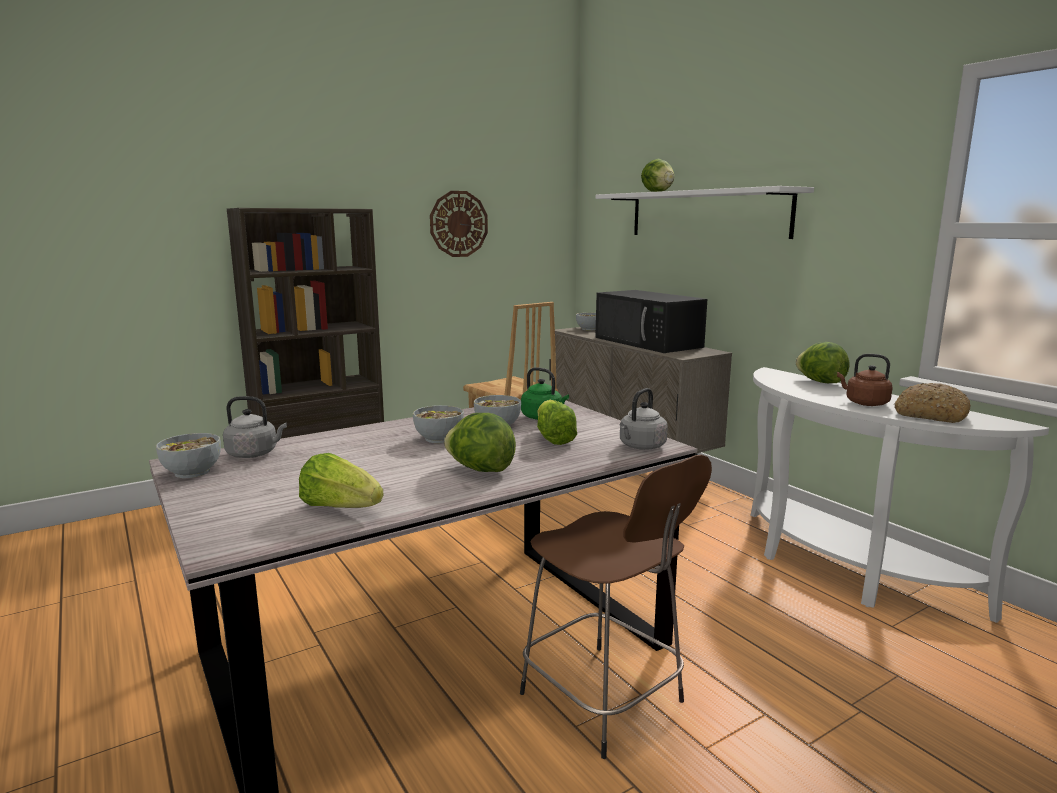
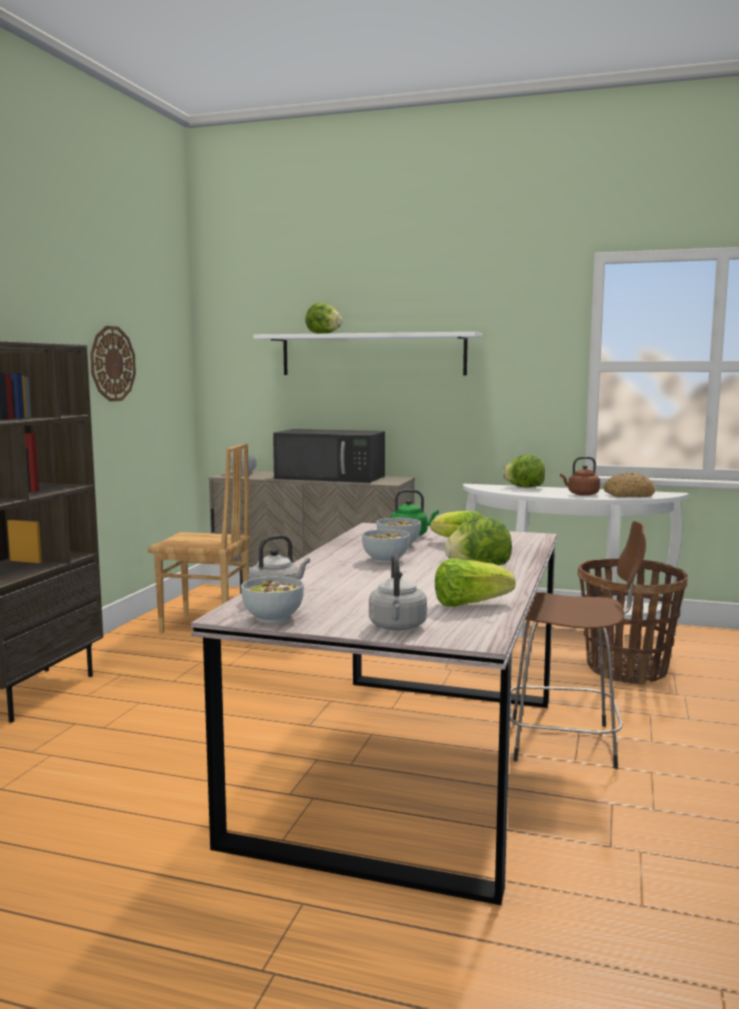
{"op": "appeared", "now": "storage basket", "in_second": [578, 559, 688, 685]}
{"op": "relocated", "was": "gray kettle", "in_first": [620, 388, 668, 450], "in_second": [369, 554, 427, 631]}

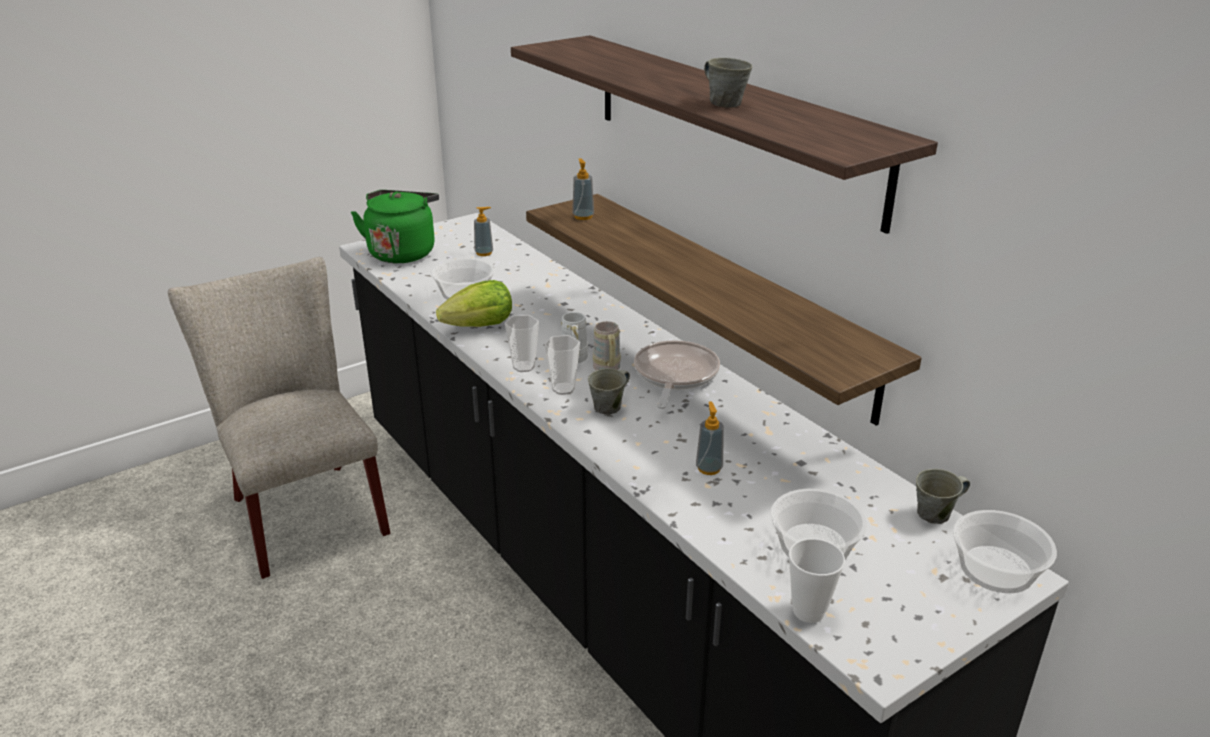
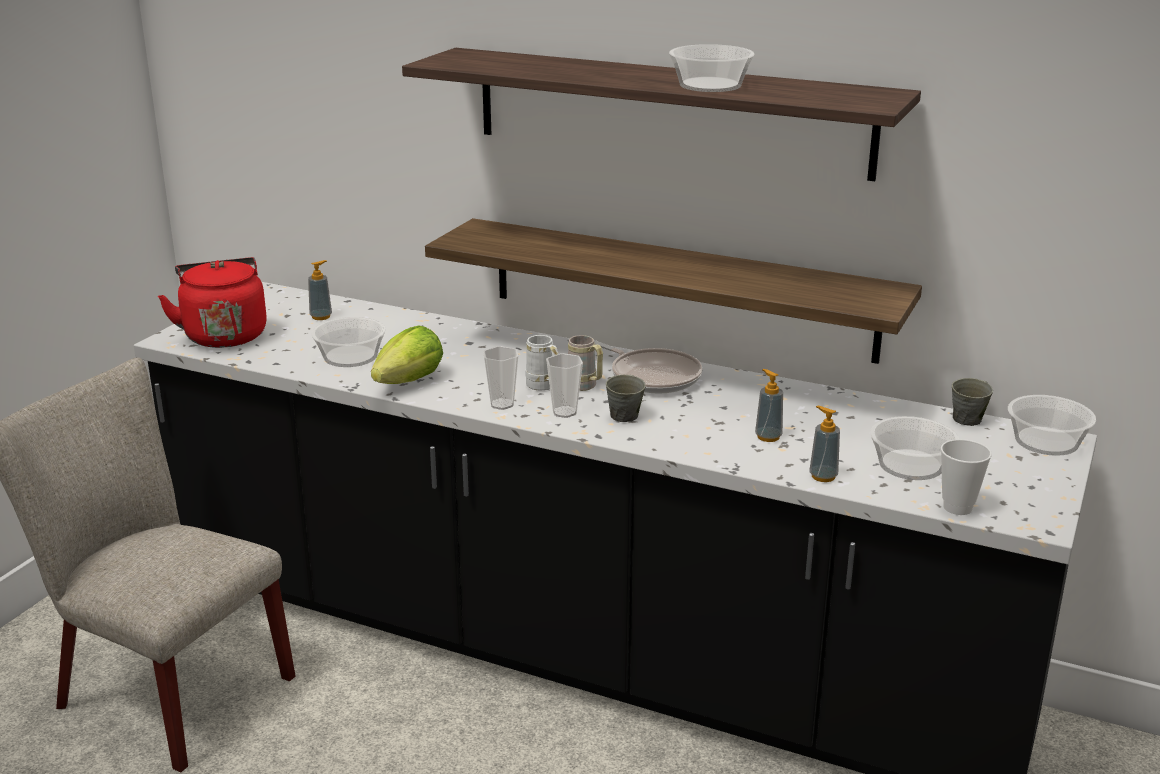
{"op": "relocated", "was": "liquid soap bottle", "in_first": [572, 158, 594, 220], "in_second": [810, 406, 840, 482]}
{"op": "exchanged", "was": "gray tea mug", "now": "deep dish", "in_first": [704, 58, 753, 108], "in_second": [669, 44, 755, 92]}
{"op": "colour", "was": "green kettle", "now": "red kettle", "in_first": [351, 190, 439, 263], "in_second": [158, 257, 267, 348]}
{"op": "spun", "was": "frying pan", "in_first": [634, 340, 720, 409], "in_second": [594, 340, 702, 394], "clockwise": 150}

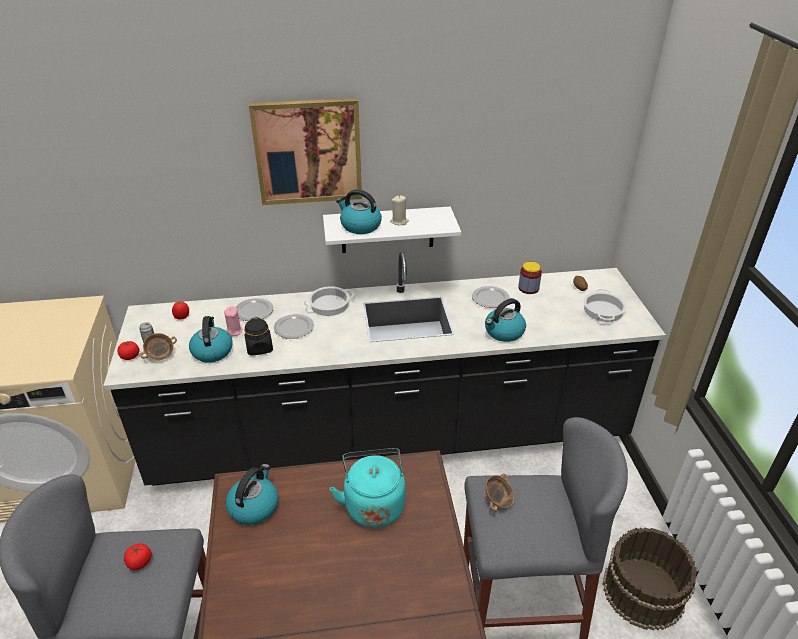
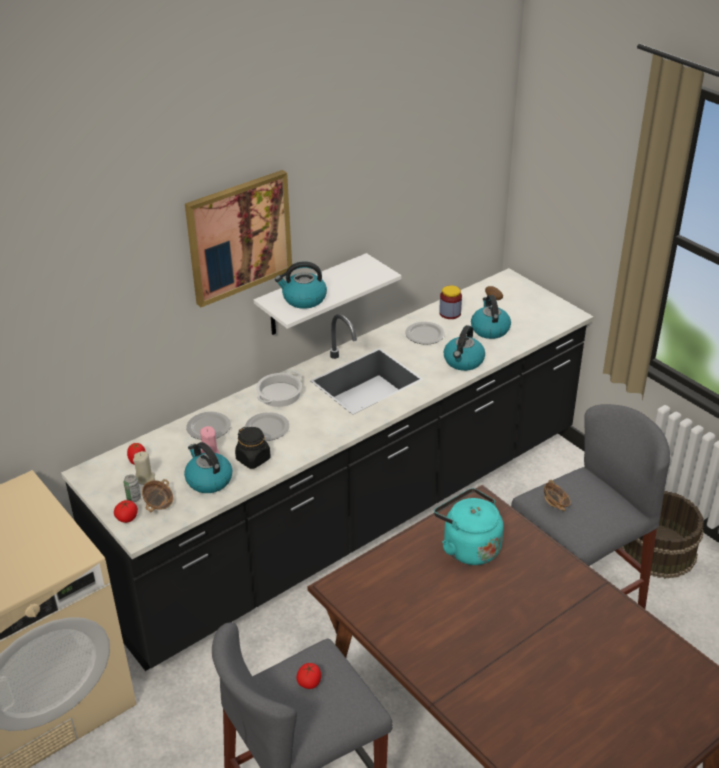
{"op": "missing", "was": "cooking pot", "in_first": [584, 289, 626, 322]}
{"op": "relocated", "was": "kettle", "in_first": [226, 464, 278, 525], "in_second": [471, 295, 511, 339]}
{"op": "relocated", "was": "sand-coloured wax light", "in_first": [390, 196, 409, 225], "in_second": [133, 451, 155, 485]}

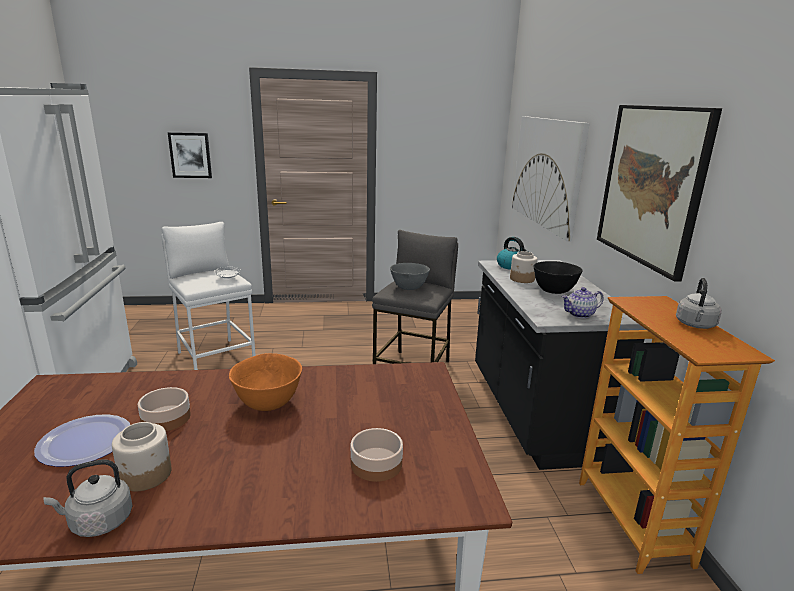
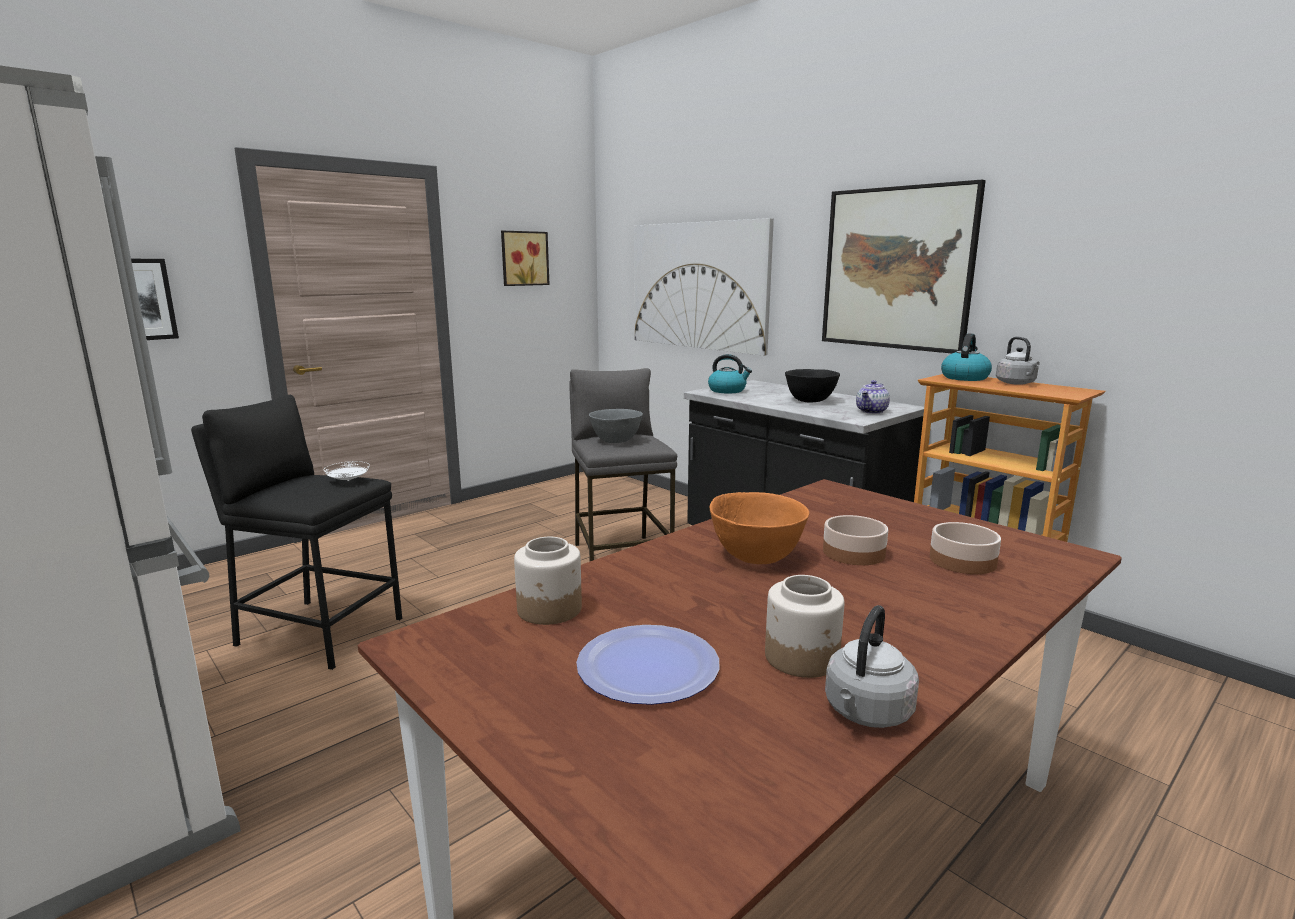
{"op": "appeared", "now": "wall picture", "in_second": [501, 231, 550, 286]}
{"op": "appeared", "now": "kettle", "in_second": [941, 333, 992, 381]}
{"op": "relocated", "was": "deep dish", "in_first": [138, 387, 191, 431], "in_second": [823, 515, 888, 565]}
{"op": "relocated", "was": "storage jar", "in_first": [510, 251, 538, 283], "in_second": [514, 537, 582, 625]}
{"op": "colour", "was": "white stool seat", "now": "blackish stool seat", "in_first": [161, 222, 256, 370], "in_second": [191, 395, 402, 670]}

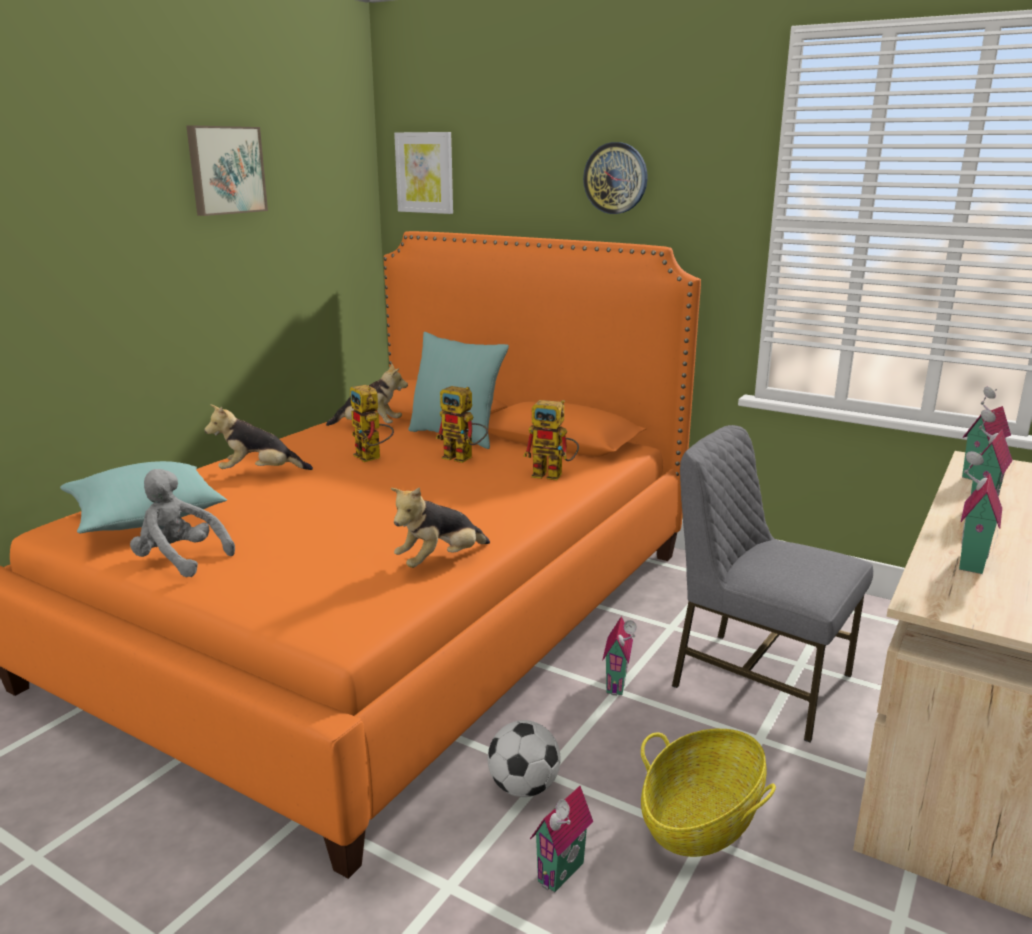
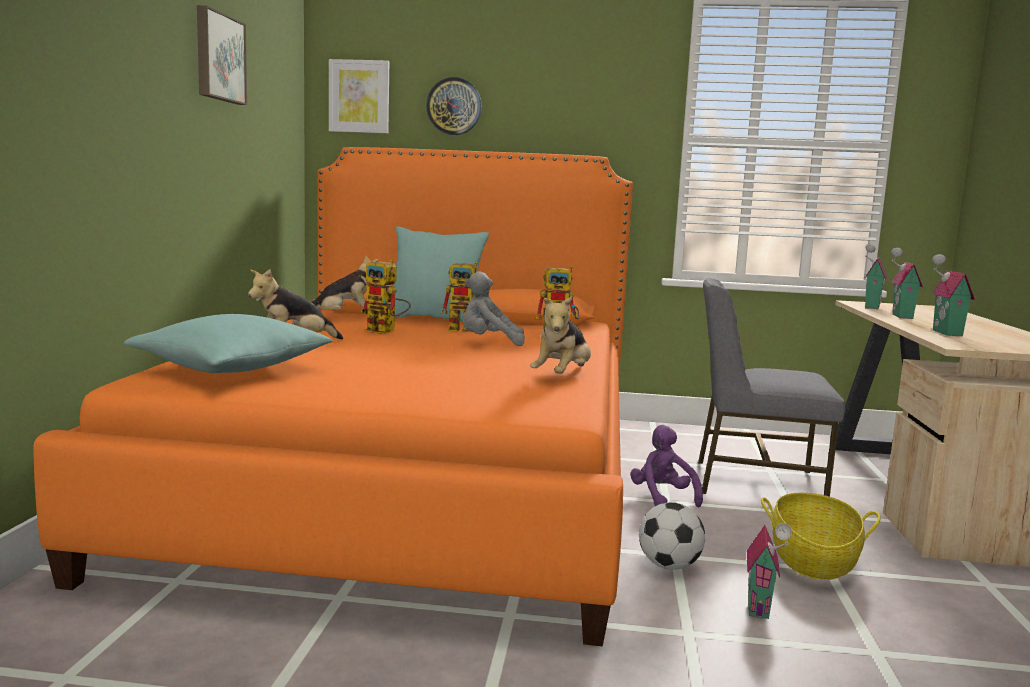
{"op": "relocated", "was": "gray cuddly toy", "in_first": [130, 469, 235, 577], "in_second": [463, 272, 525, 346]}
{"op": "relocated", "was": "wall clock", "in_first": [583, 142, 648, 214], "in_second": [426, 77, 482, 135]}
{"op": "exchanged", "was": "miniature house", "now": "purplish cuddly toy", "in_first": [602, 616, 637, 696], "in_second": [630, 425, 703, 507]}

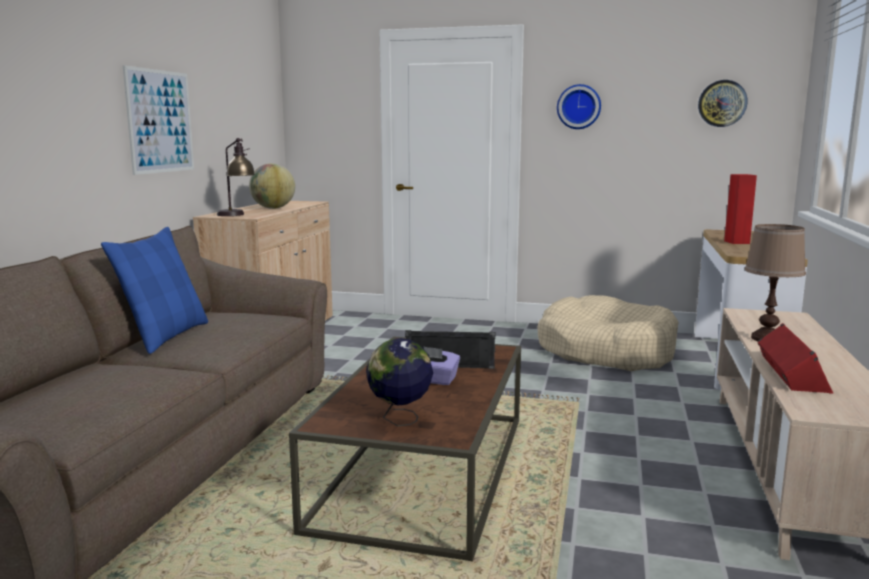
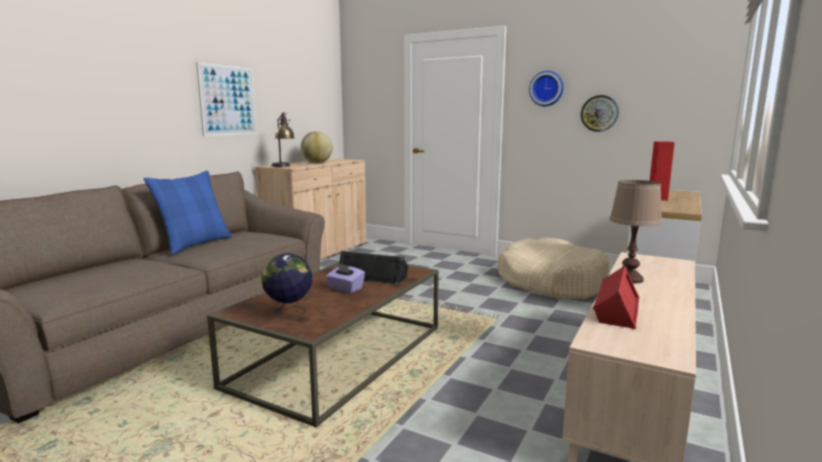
{"op": "relocated", "was": "wall clock", "in_first": [698, 80, 748, 127], "in_second": [581, 95, 619, 132]}

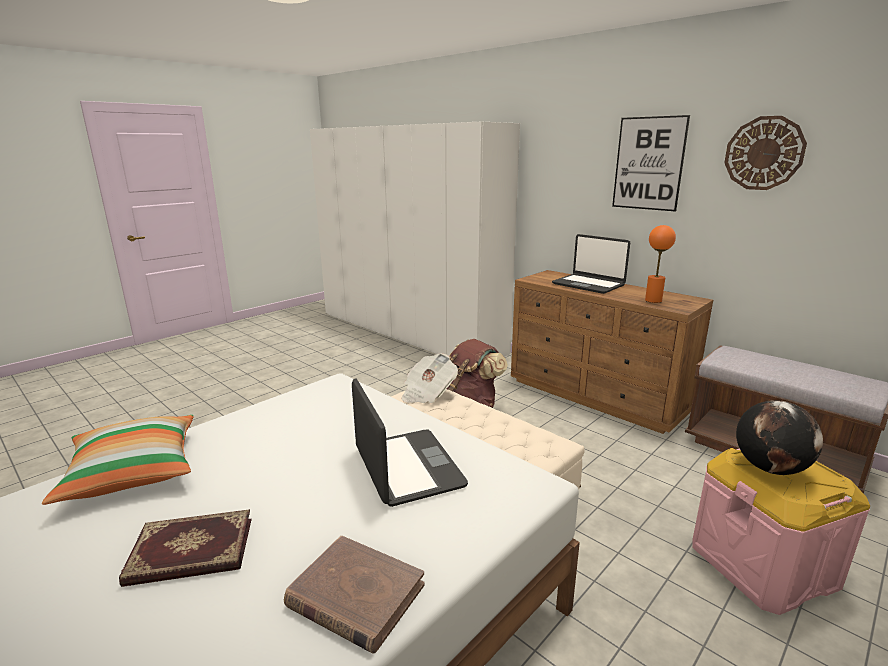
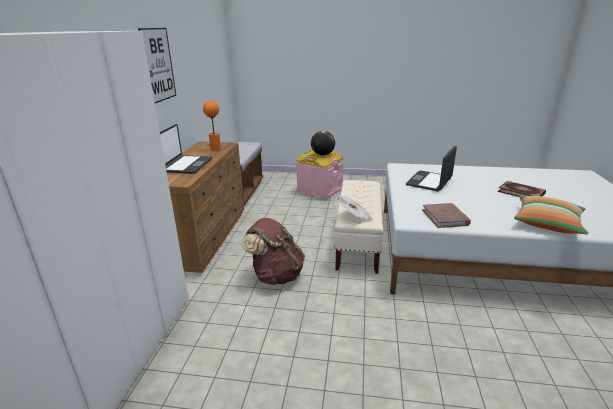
{"op": "missing", "was": "wall clock", "in_first": [724, 116, 807, 190]}
{"op": "relocated", "was": "brown bound book", "in_first": [284, 536, 425, 654], "in_second": [422, 203, 471, 228]}

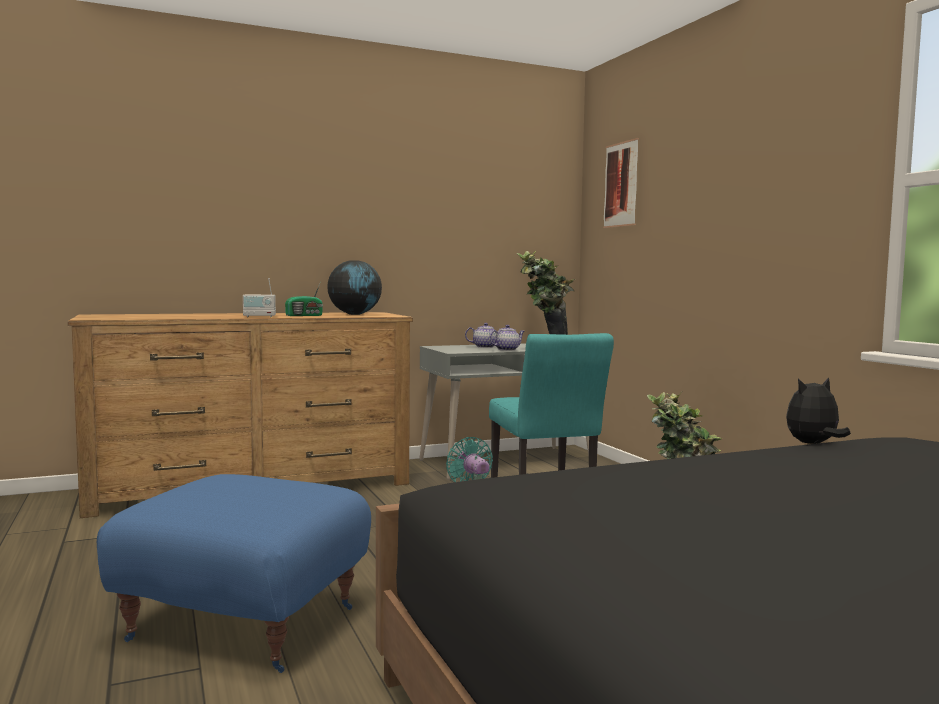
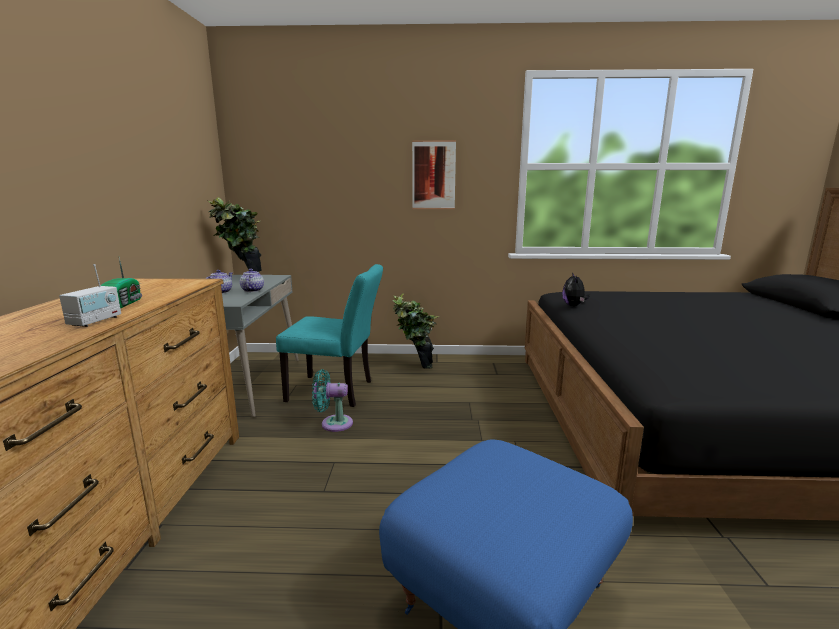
{"op": "missing", "was": "globe", "in_first": [327, 261, 382, 315]}
{"op": "relocated", "was": "wall picture", "in_first": [603, 138, 639, 228], "in_second": [412, 140, 456, 209]}

